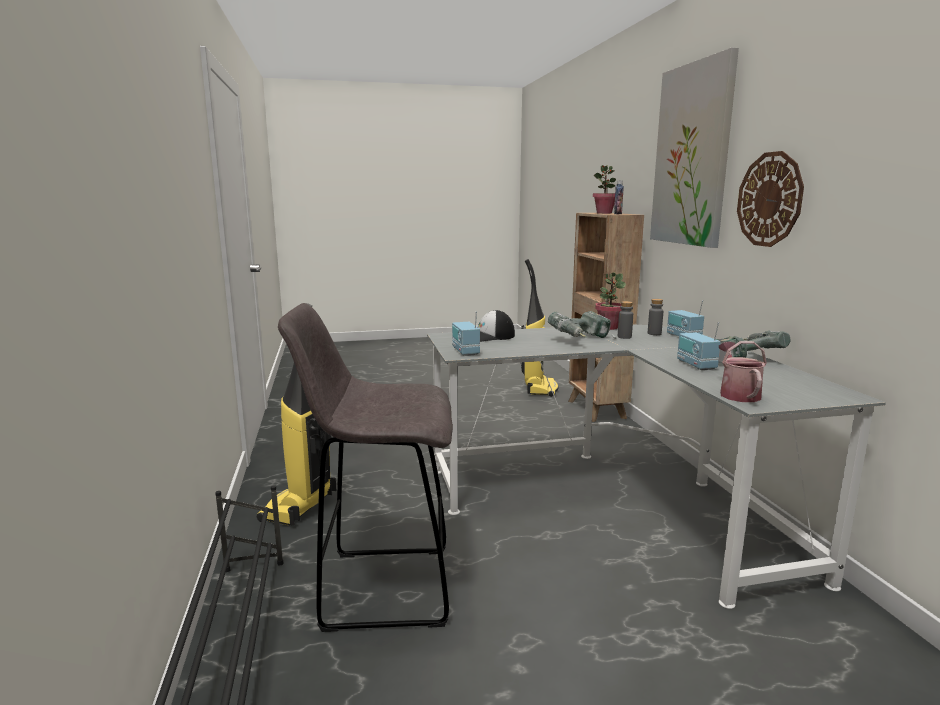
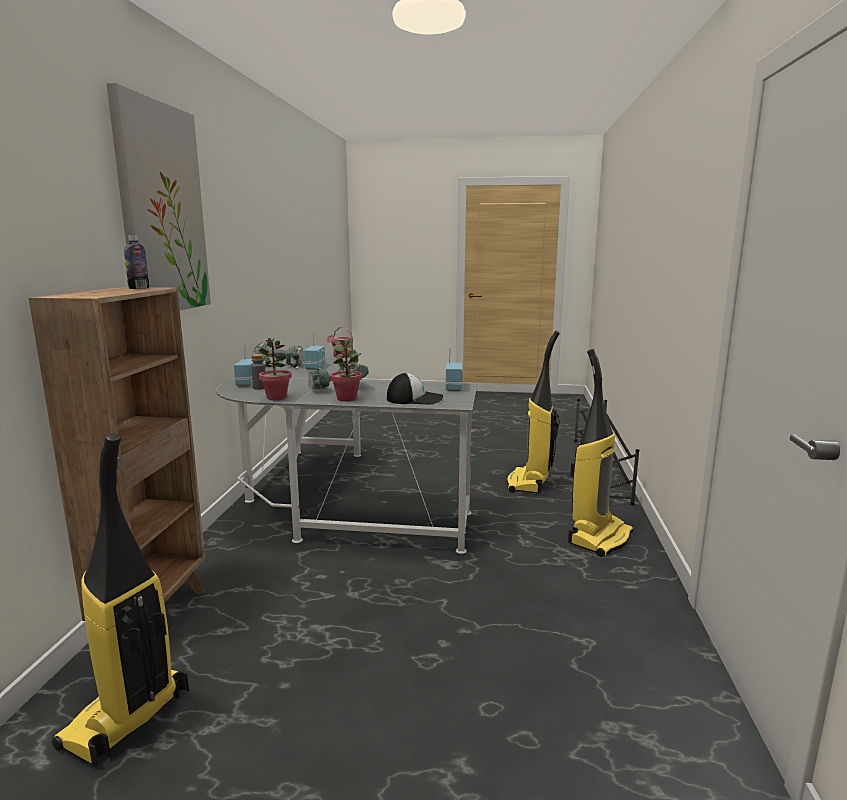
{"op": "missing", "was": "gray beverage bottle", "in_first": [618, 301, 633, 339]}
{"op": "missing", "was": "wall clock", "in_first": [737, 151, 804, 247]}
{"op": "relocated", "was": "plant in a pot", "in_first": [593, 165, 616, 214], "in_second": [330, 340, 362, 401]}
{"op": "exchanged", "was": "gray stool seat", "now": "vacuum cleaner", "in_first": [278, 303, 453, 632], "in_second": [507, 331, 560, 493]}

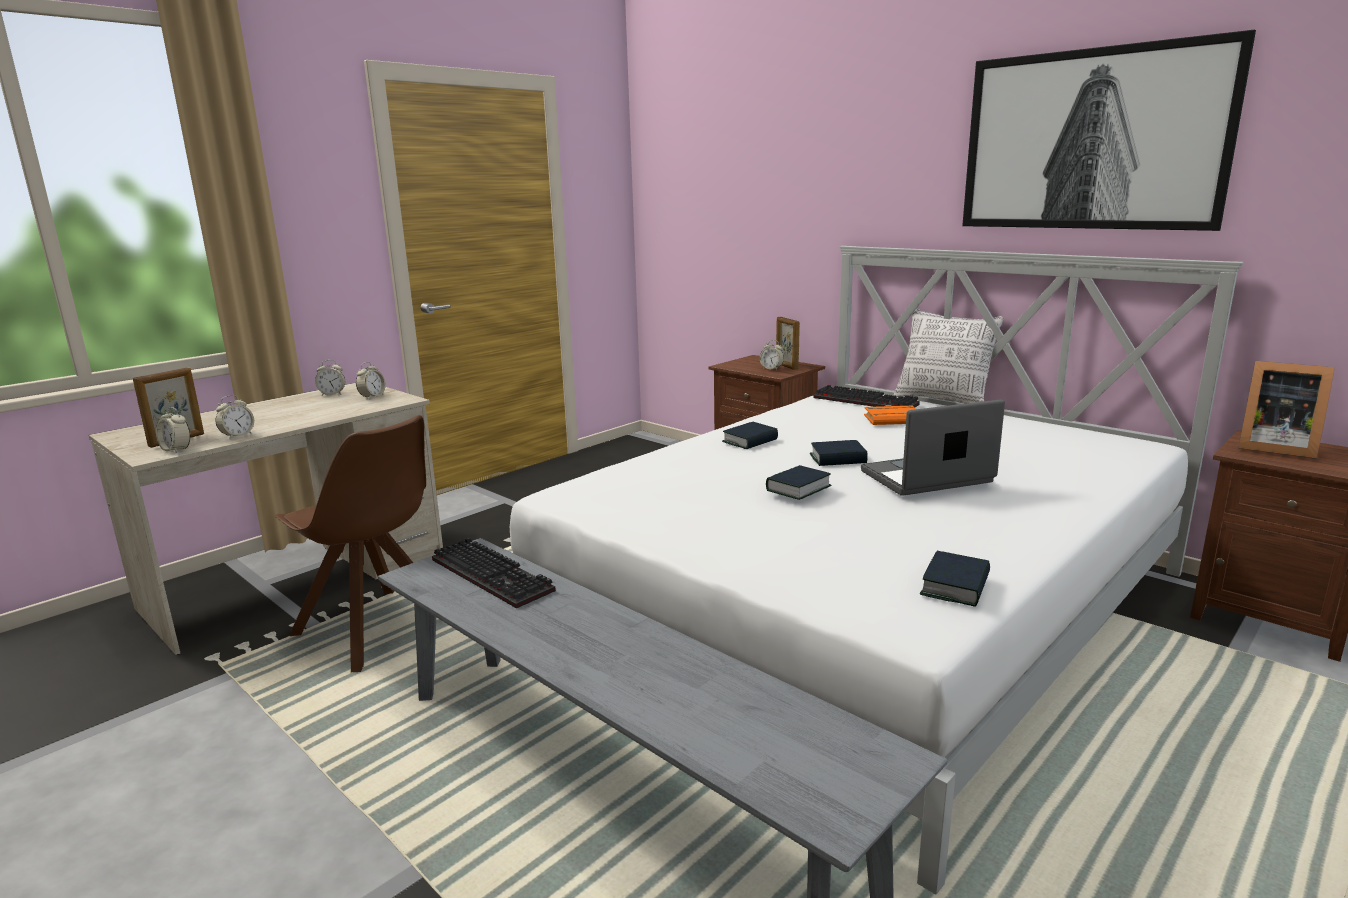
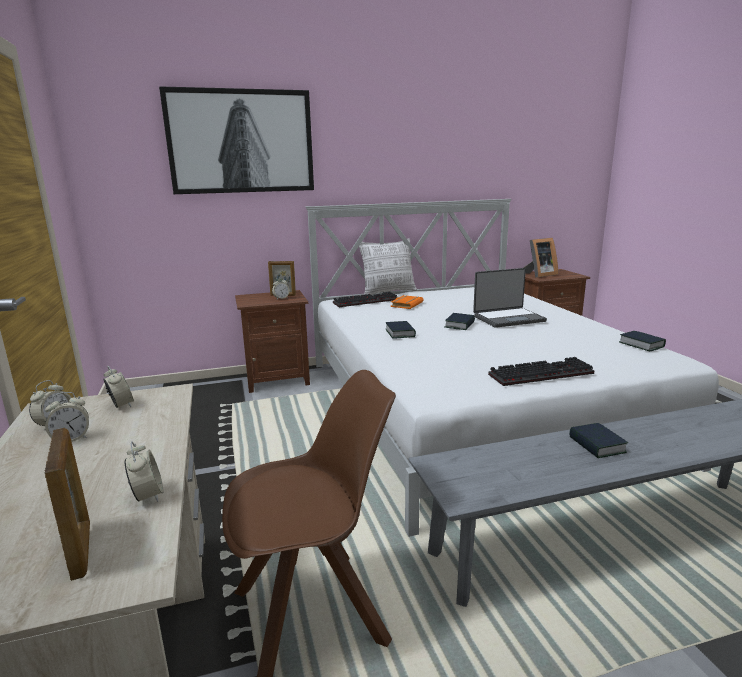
{"op": "relocated", "was": "table clock", "in_first": [156, 407, 190, 453], "in_second": [45, 392, 89, 442]}
{"op": "relocated", "was": "computer keyboard", "in_first": [432, 538, 556, 608], "in_second": [488, 357, 594, 386]}
{"op": "relocated", "was": "bound book", "in_first": [766, 465, 832, 500], "in_second": [569, 423, 628, 458]}
{"op": "relocated", "was": "wall picture", "in_first": [962, 30, 1256, 231], "in_second": [159, 86, 314, 194]}
{"op": "spun", "was": "laptop", "in_first": [861, 399, 1005, 496], "in_second": [473, 268, 547, 328], "clockwise": -120}

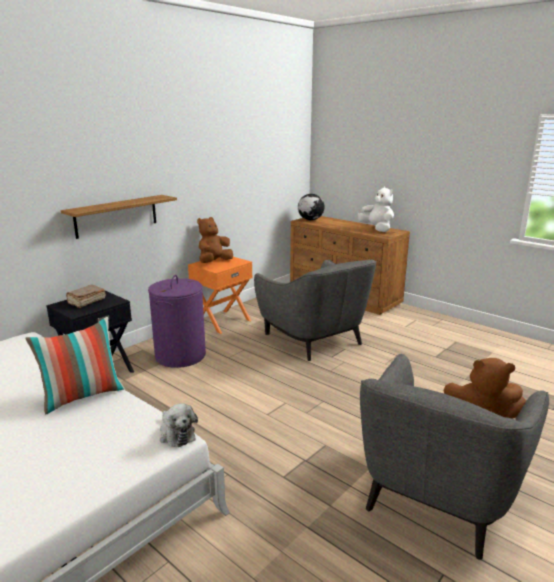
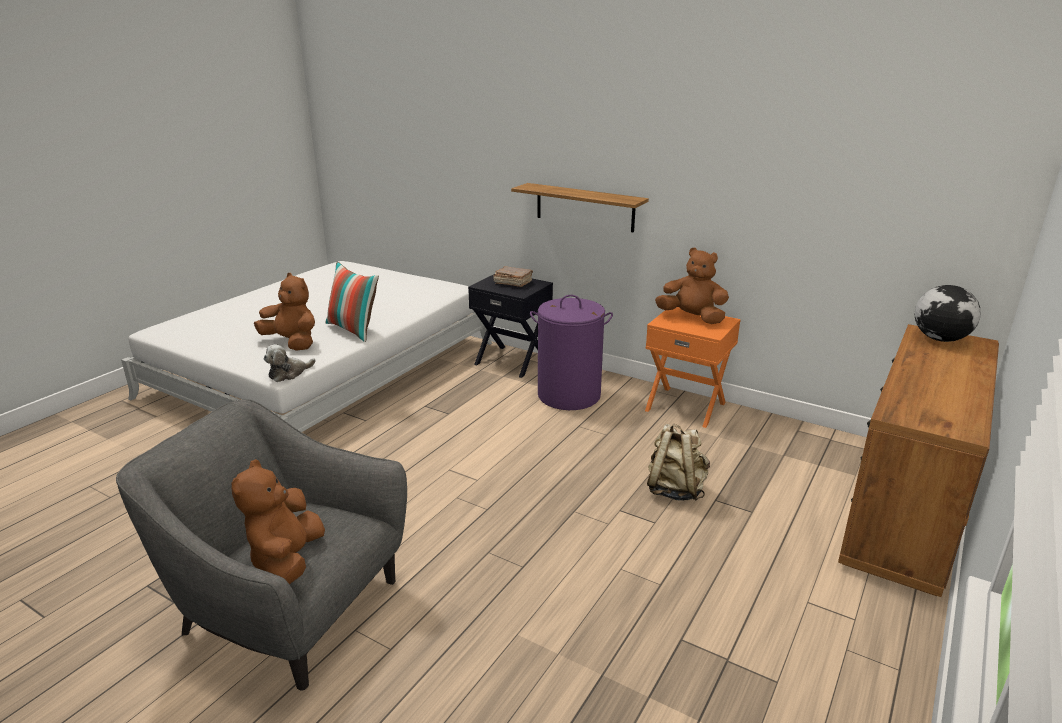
{"op": "missing", "was": "white cuddly toy", "in_first": [357, 187, 394, 232]}
{"op": "appeared", "now": "brown cuddly toy", "in_second": [254, 273, 315, 351]}
{"op": "exchanged", "was": "gray lounge chair", "now": "sand-coloured rucksack", "in_first": [254, 259, 376, 361], "in_second": [647, 423, 710, 501]}

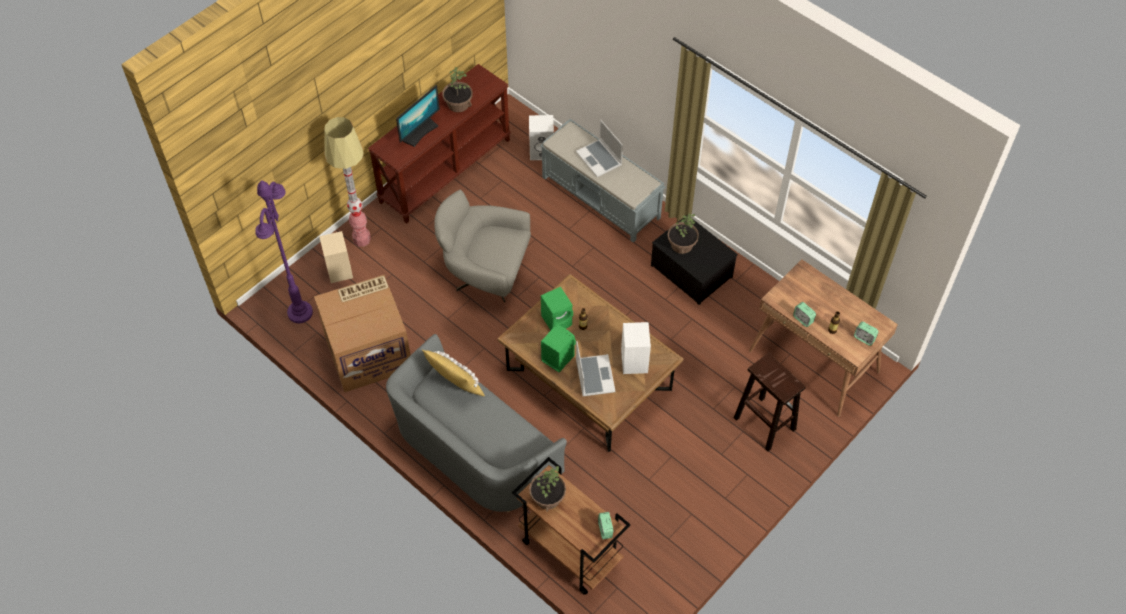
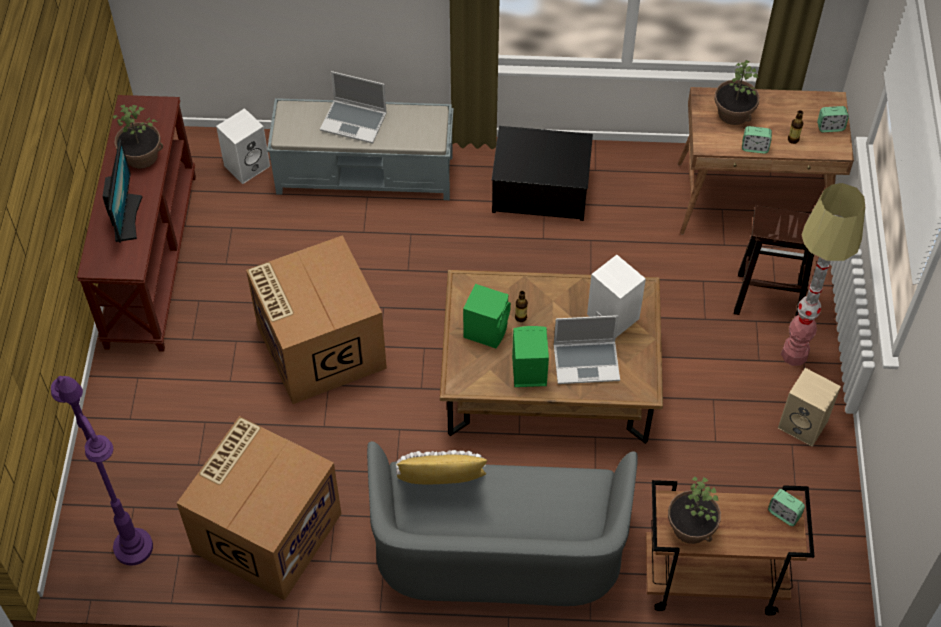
{"op": "relocated", "was": "sand-coloured audio speaker", "in_first": [319, 231, 353, 283], "in_second": [778, 368, 841, 447]}
{"op": "relocated", "was": "standard lamp", "in_first": [325, 117, 371, 247], "in_second": [781, 183, 865, 366]}
{"op": "relocated", "was": "plant in a pot", "in_first": [667, 213, 699, 254], "in_second": [715, 60, 759, 125]}
{"op": "exchanged", "was": "gray lounge chair", "now": "packing box", "in_first": [434, 189, 531, 303], "in_second": [246, 235, 387, 404]}
{"op": "spun", "was": "laptop", "in_first": [576, 341, 616, 396], "in_second": [554, 315, 620, 384], "clockwise": 135}

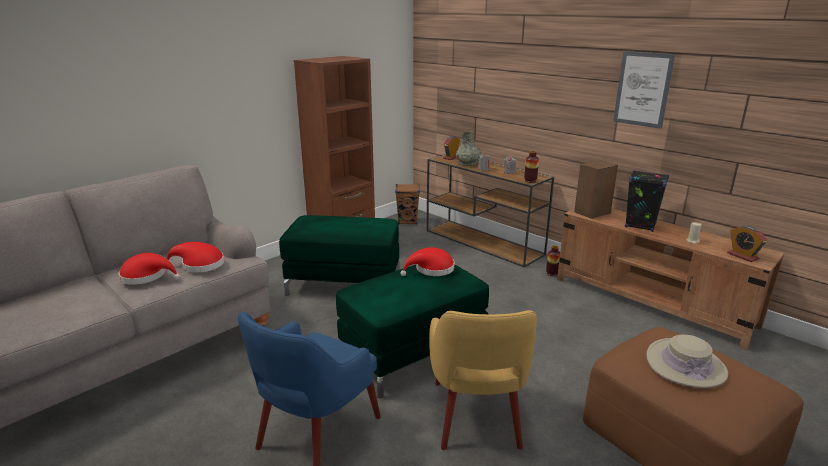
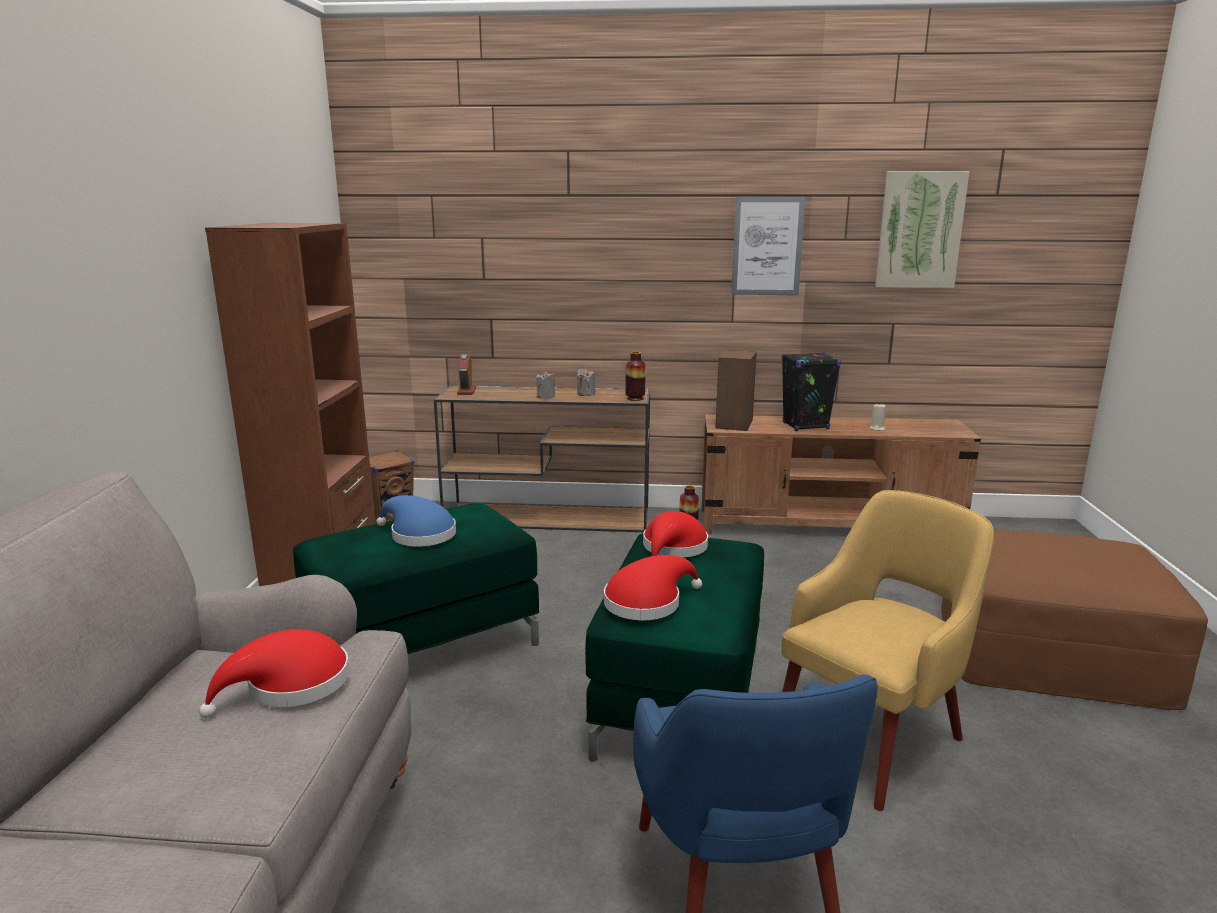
{"op": "missing", "was": "gray flower vase", "in_first": [456, 132, 481, 166]}
{"op": "missing", "was": "sand-coloured wearable hat", "in_first": [646, 334, 728, 388]}
{"op": "missing", "was": "table clock", "in_first": [727, 225, 767, 262]}
{"op": "appeared", "now": "blue-coloured wearable hat", "in_second": [376, 495, 456, 546]}
{"op": "appeared", "now": "wall picture", "in_second": [875, 171, 970, 288]}
{"op": "relocated", "was": "red wearable hat", "in_first": [119, 253, 180, 285], "in_second": [604, 555, 702, 620]}
{"op": "spun", "was": "yellow lounge chair", "in_first": [429, 310, 537, 450], "in_second": [781, 490, 994, 811], "clockwise": -90}

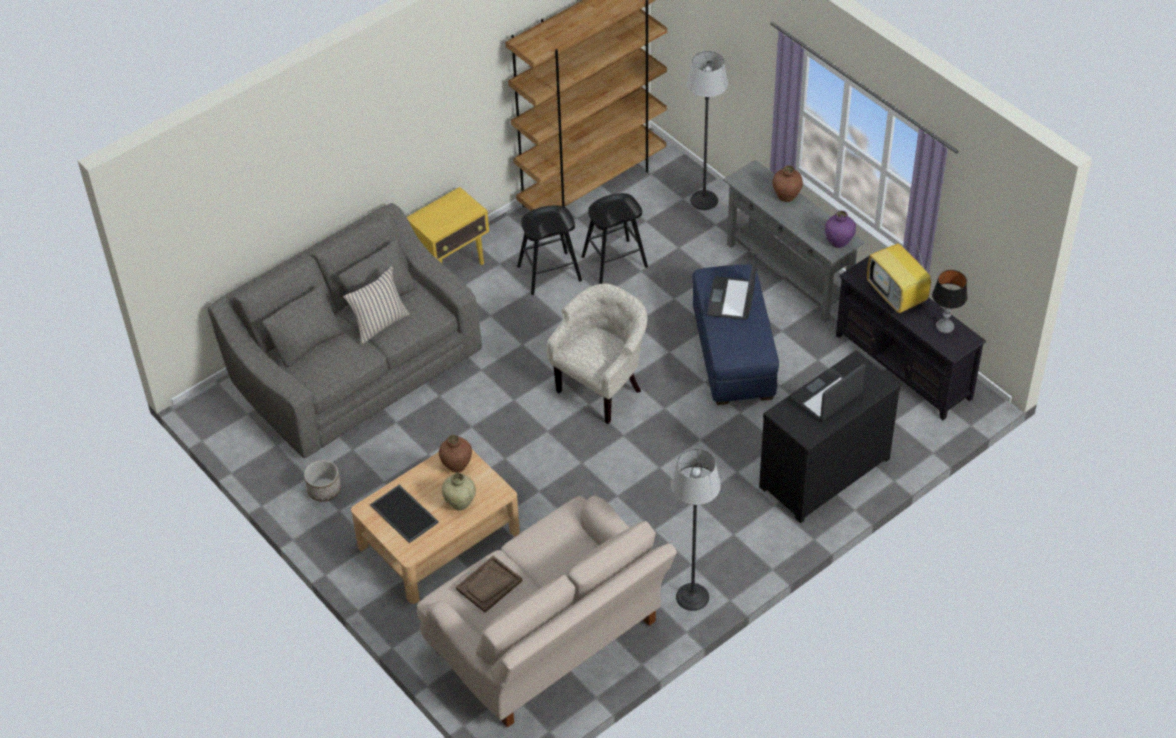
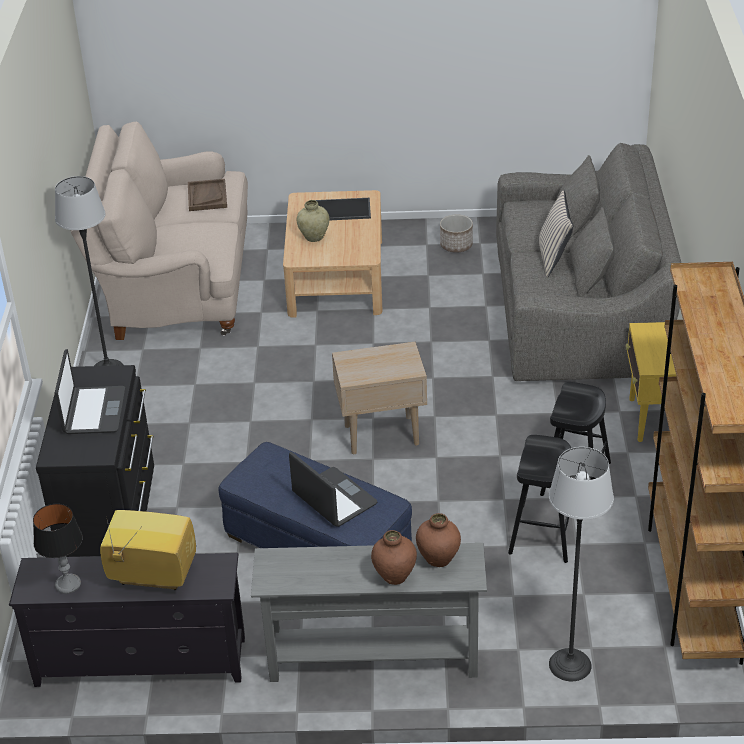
{"op": "missing", "was": "purplish flower vase", "in_first": [825, 210, 856, 248]}
{"op": "relocated", "was": "brown flower vase", "in_first": [439, 435, 472, 473], "in_second": [416, 513, 461, 567]}
{"op": "exchanged", "was": "sand-coloured lounge chair", "now": "sand-coloured accent table", "in_first": [547, 283, 647, 424], "in_second": [332, 342, 427, 454]}

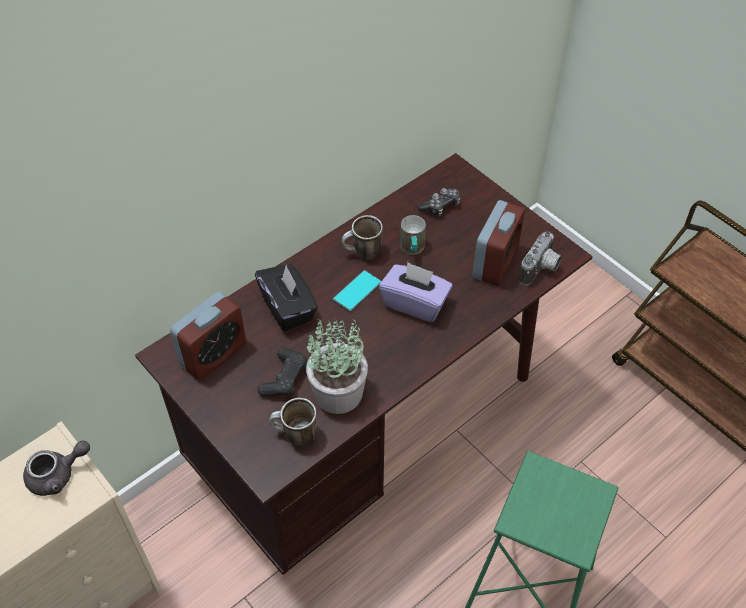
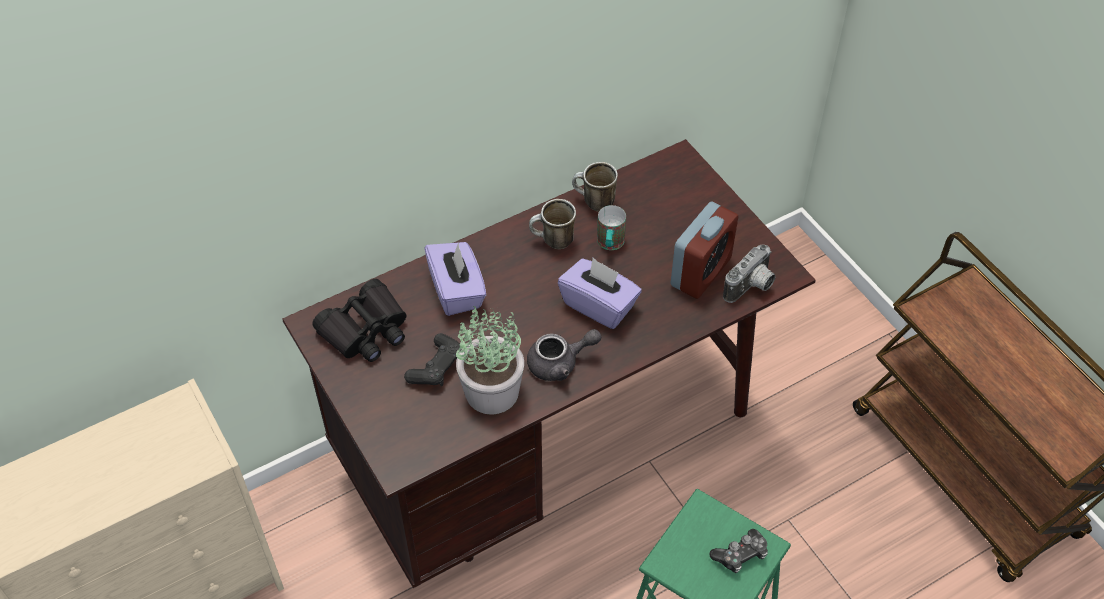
{"op": "missing", "was": "handset", "in_first": [332, 270, 382, 313]}
{"op": "relocated", "was": "gray tea pot", "in_first": [23, 441, 90, 496], "in_second": [527, 329, 601, 381]}
{"op": "relocated", "was": "tea mug", "in_first": [269, 398, 316, 446], "in_second": [572, 162, 618, 212]}
{"op": "relocated", "was": "joypad", "in_first": [418, 188, 461, 216], "in_second": [709, 529, 768, 573]}
{"op": "exchanged", "was": "table clock", "now": "blackish field glasses", "in_first": [170, 291, 246, 380], "in_second": [312, 279, 407, 362]}
{"op": "colour", "was": "blackish tissue box", "now": "purplish tissue box", "in_first": [255, 264, 318, 331], "in_second": [424, 242, 486, 316]}

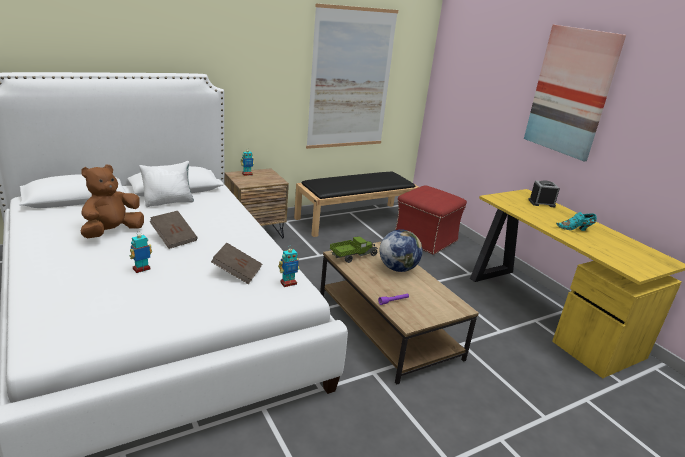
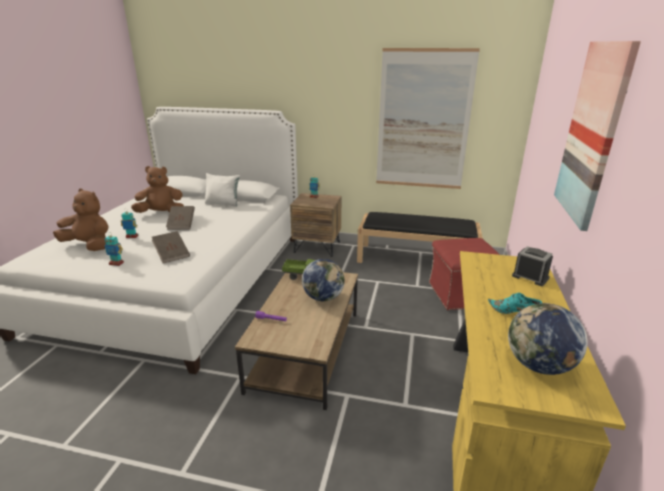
{"op": "appeared", "now": "brown cuddly toy", "in_second": [53, 188, 109, 251]}
{"op": "appeared", "now": "globe", "in_second": [508, 303, 588, 375]}
{"op": "relocated", "was": "toy robot", "in_first": [278, 245, 299, 287], "in_second": [104, 232, 124, 266]}

